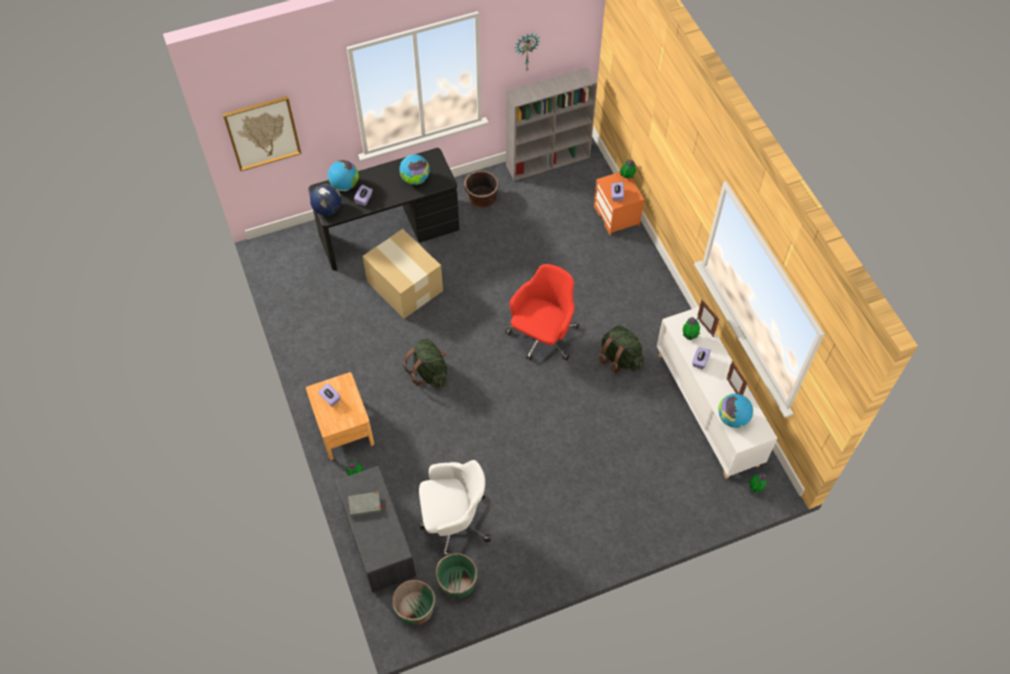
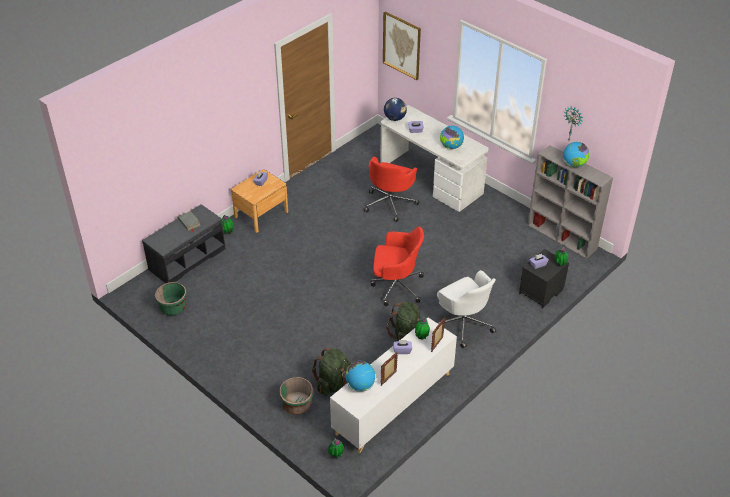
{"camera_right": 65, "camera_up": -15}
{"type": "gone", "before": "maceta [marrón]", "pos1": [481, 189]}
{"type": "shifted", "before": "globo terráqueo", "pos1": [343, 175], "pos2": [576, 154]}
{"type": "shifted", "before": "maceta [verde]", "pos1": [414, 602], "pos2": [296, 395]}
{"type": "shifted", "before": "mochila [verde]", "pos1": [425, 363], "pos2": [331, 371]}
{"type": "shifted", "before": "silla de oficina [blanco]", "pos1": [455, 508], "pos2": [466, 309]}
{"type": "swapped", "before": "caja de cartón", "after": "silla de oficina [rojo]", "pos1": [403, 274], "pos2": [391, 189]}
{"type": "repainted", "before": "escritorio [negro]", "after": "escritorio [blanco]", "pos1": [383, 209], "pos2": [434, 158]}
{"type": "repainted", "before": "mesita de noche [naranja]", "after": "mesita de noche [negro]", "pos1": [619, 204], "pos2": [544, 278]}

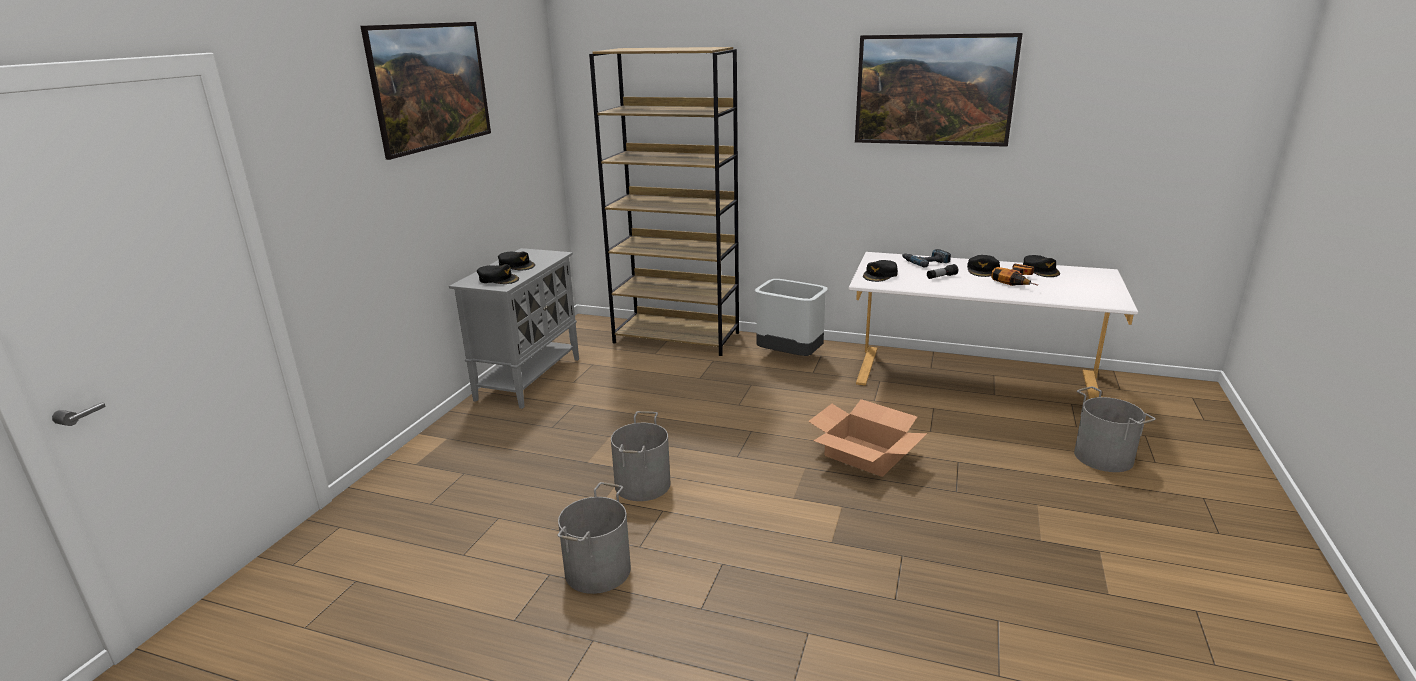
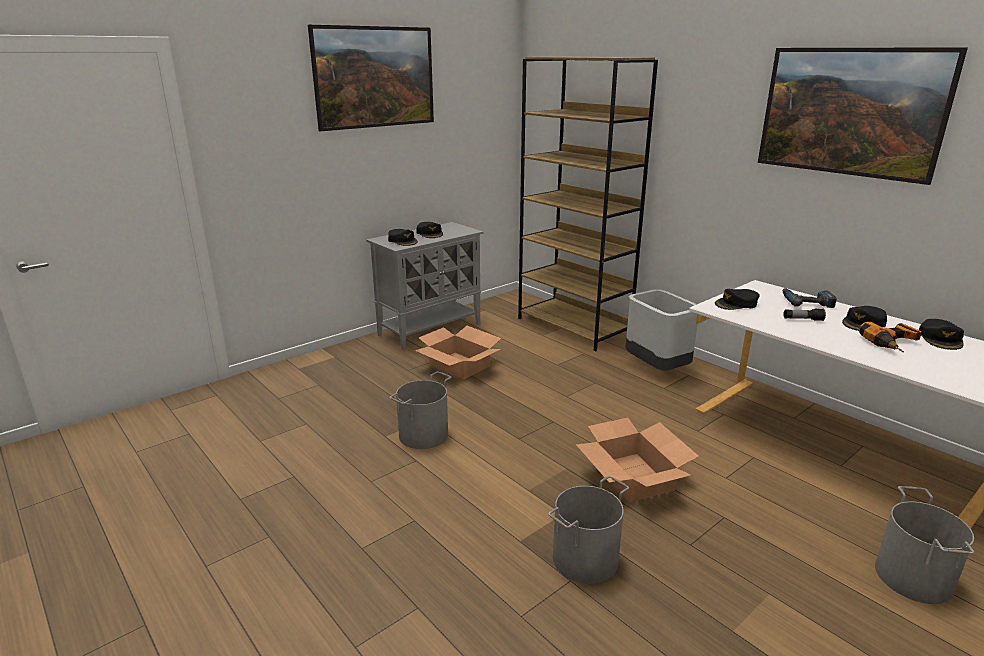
{"camera_right": 30, "camera_up": 0}
{"type": "new", "after": "caja de cartón", "pos2": [458, 353]}
{"type": "shifted", "before": "cubo [gris]", "pos1": [594, 538], "pos2": [588, 530]}

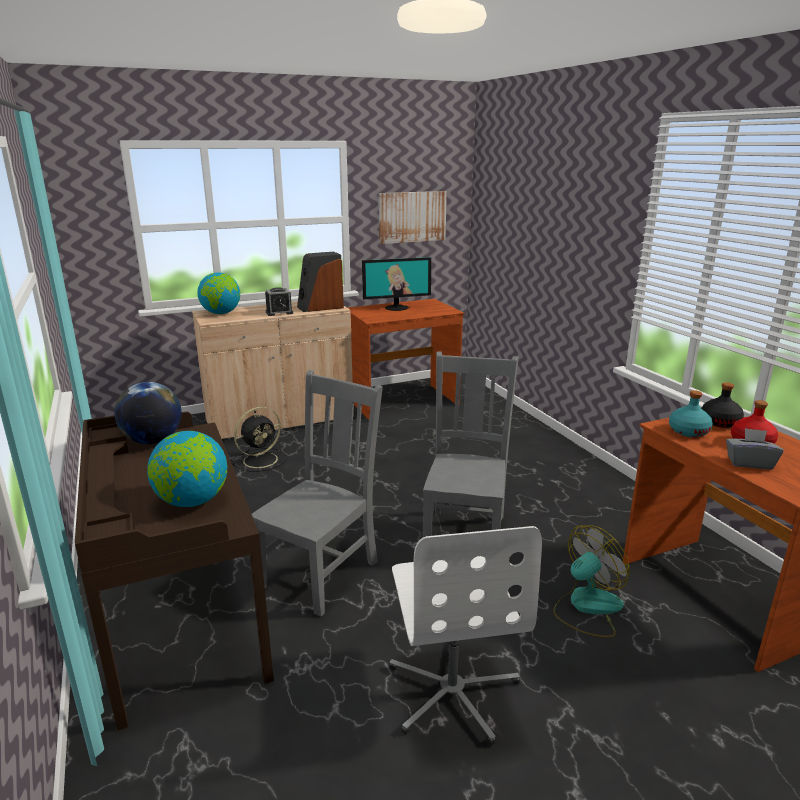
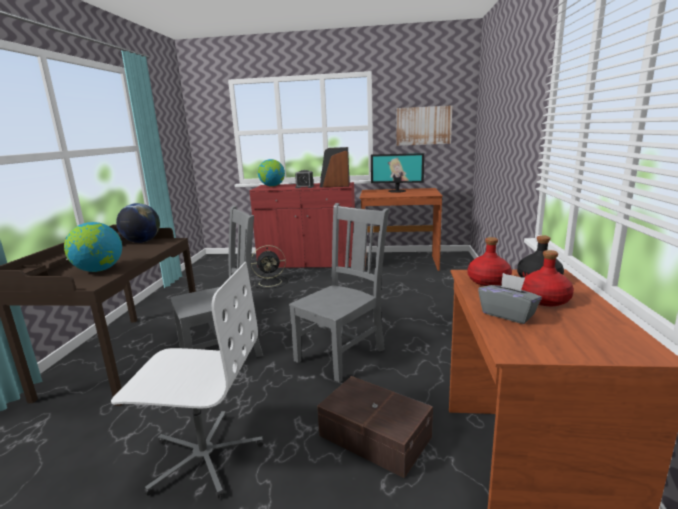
{"camera_right": 30, "camera_up": -5}
{"type": "swapped", "before": "ventilador", "after": "caja de almacenaje [marrón]", "pos1": [591, 581], "pos2": [375, 427]}
{"type": "repainted", "before": "armario [beis]", "after": "armario [rojo]", "pos1": [273, 370], "pos2": [302, 225]}
{"type": "repainted", "before": "botella [turquesa]", "after": "botella [rojo]", "pos1": [691, 413], "pos2": [490, 261]}
{"type": "rotated", "before": "silla de oficina [blanco]", "pos1": [465, 636], "pos2": [187, 380], "turn": -105}

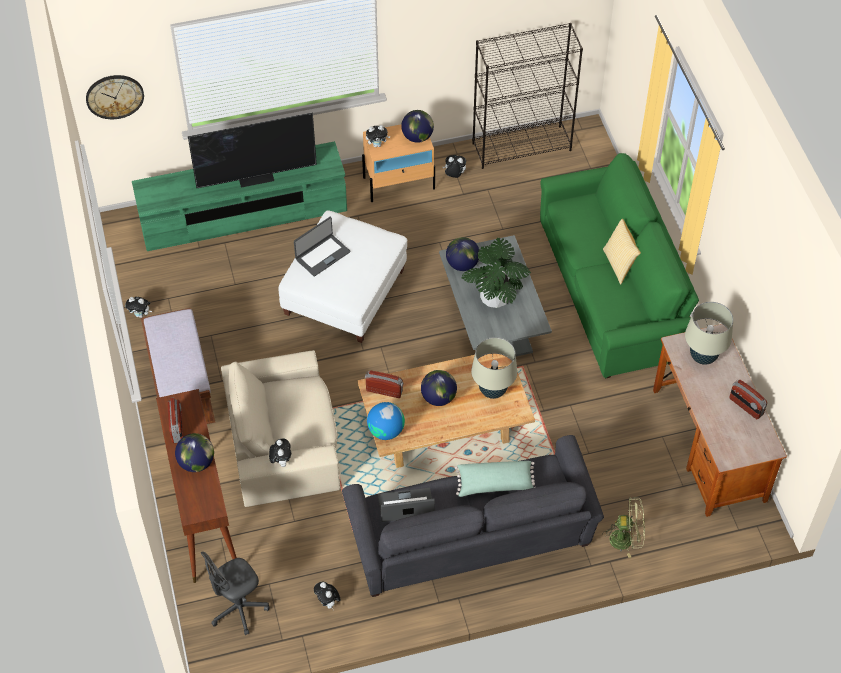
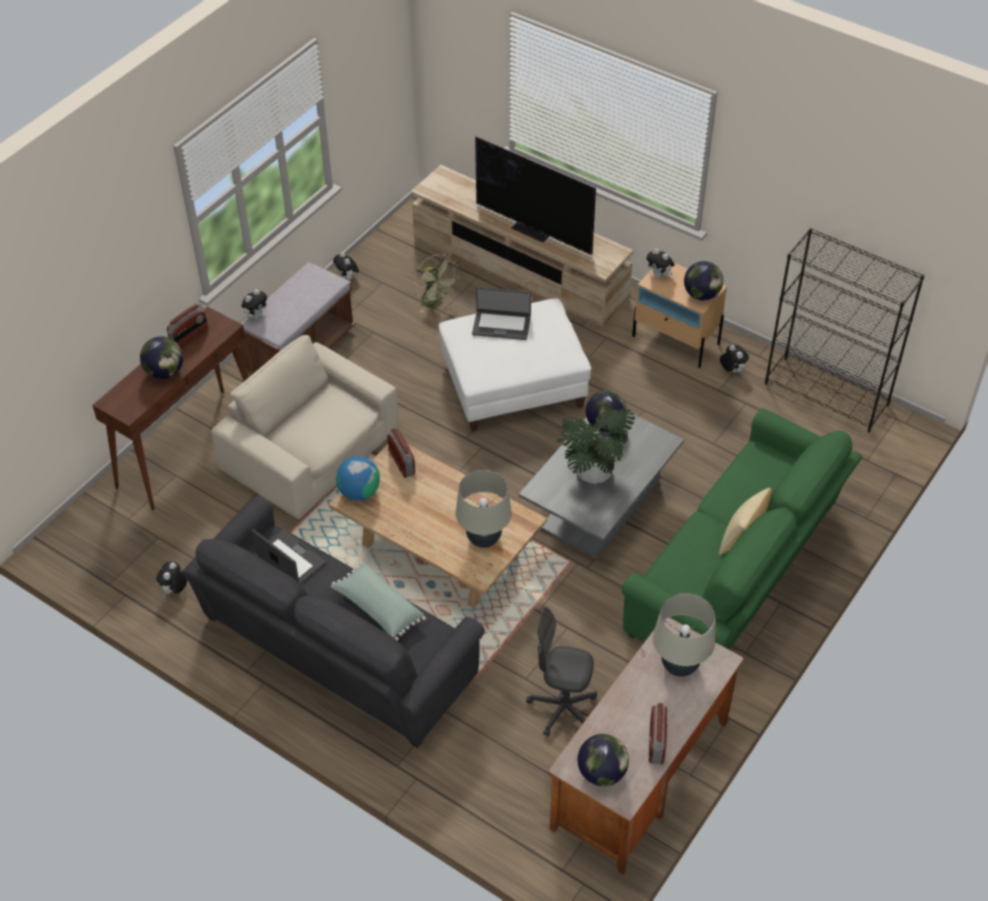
{"camera_right": 50, "camera_up": -5}
{"type": "gone", "before": "reloj de pared", "pos1": [115, 97]}
{"type": "shifted", "before": "silla de oficina [gris]", "pos1": [235, 593], "pos2": [561, 671]}
{"type": "shifted", "before": "peluche", "pos1": [280, 453], "pos2": [254, 304]}
{"type": "shifted", "before": "globo terráqueo", "pos1": [439, 388], "pos2": [603, 760]}
{"type": "shifted", "before": "ventilador [verde]", "pos1": [624, 527], "pos2": [435, 283]}
{"type": "repainted", "before": "mueble de televisión [verde]", "after": "mueble de televisión [beis]", "pos1": [239, 196], "pos2": [522, 246]}

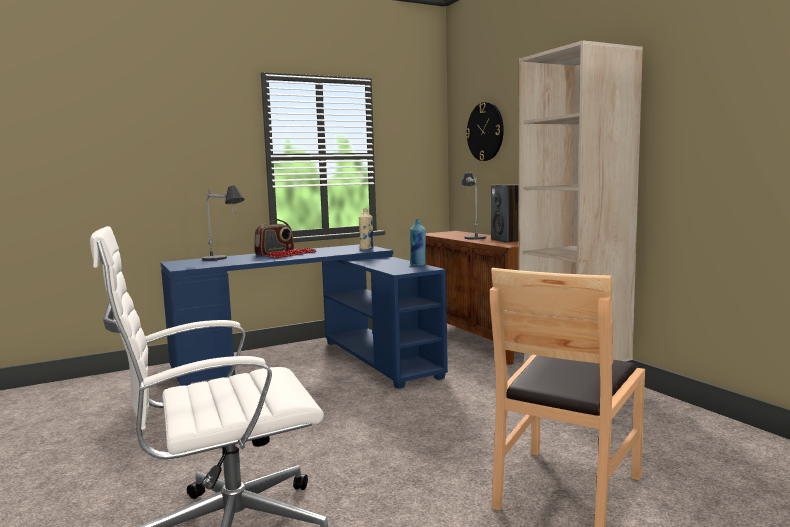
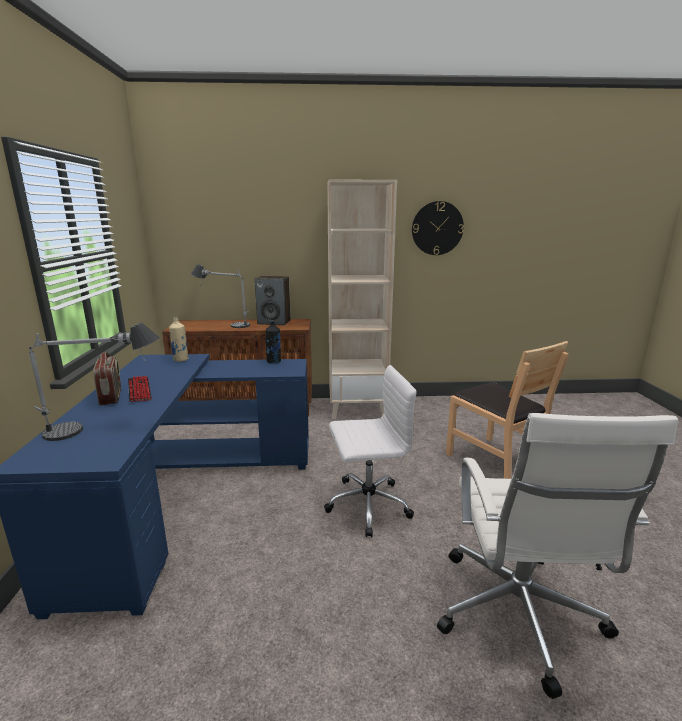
{"camera_right": -65, "camera_up": 10}
{"type": "new", "after": "silla de oficina [blanco]", "pos2": [370, 451]}
{"type": "shifted", "before": "reloj de pared", "pos1": [484, 131], "pos2": [438, 228]}
{"type": "repainted", "before": "botella [azul]", "after": "botella [negro]", "pos1": [418, 242], "pos2": [273, 342]}

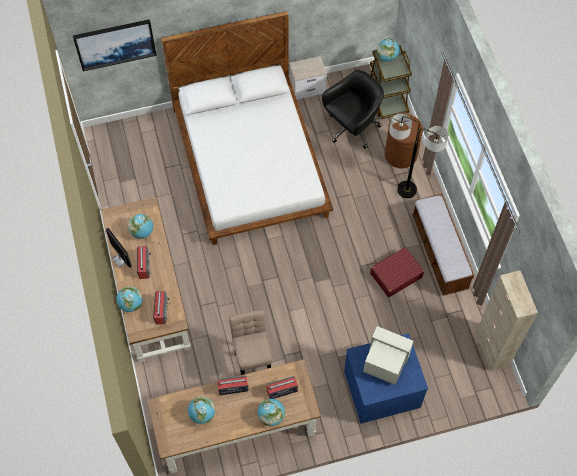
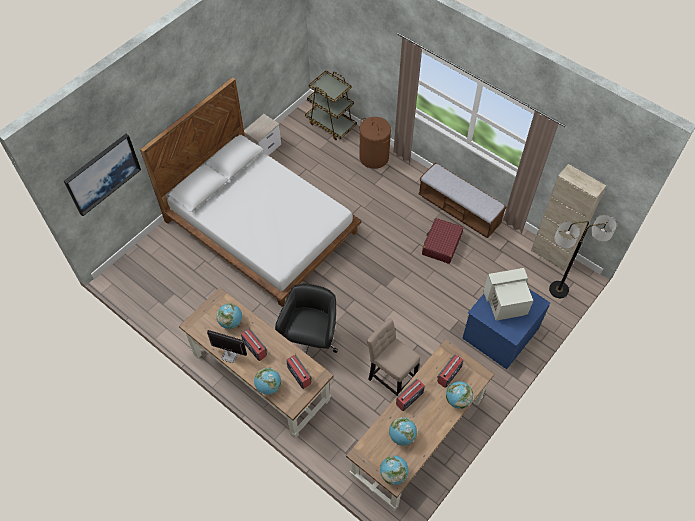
{"camera_right": -35, "camera_up": -5}
{"type": "shifted", "before": "silla de oficina [negro]", "pos1": [353, 109], "pos2": [306, 319]}
{"type": "shifted", "before": "globo terráqueo", "pos1": [388, 50], "pos2": [394, 470]}
{"type": "shifted", "before": "lámpara de pie", "pos1": [418, 155], "pos2": [583, 256]}

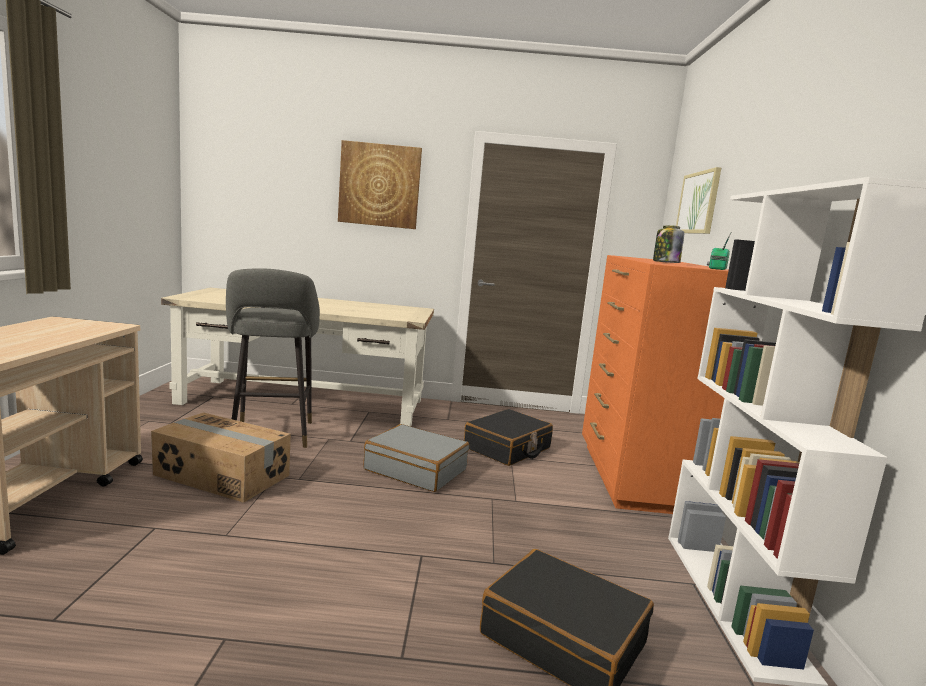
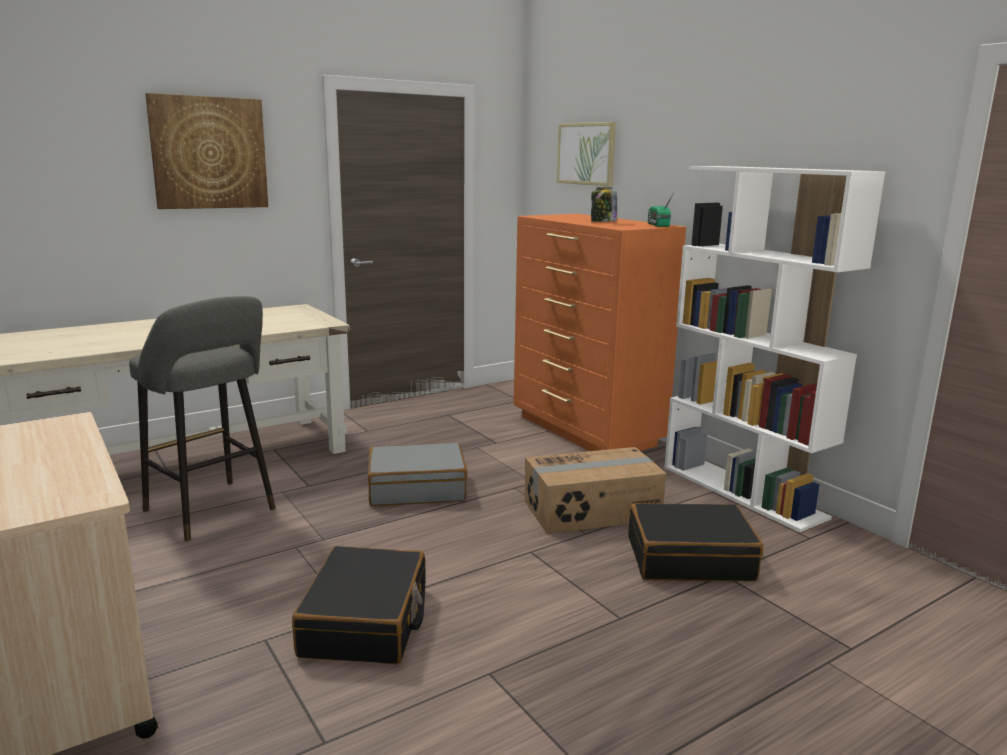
{"camera_right": -35, "camera_up": 5}
{"type": "shifted", "before": "caja de cartón", "pos1": [221, 457], "pos2": [595, 490]}
{"type": "shifted", "before": "maleta [negro]", "pos1": [508, 437], "pos2": [359, 605]}

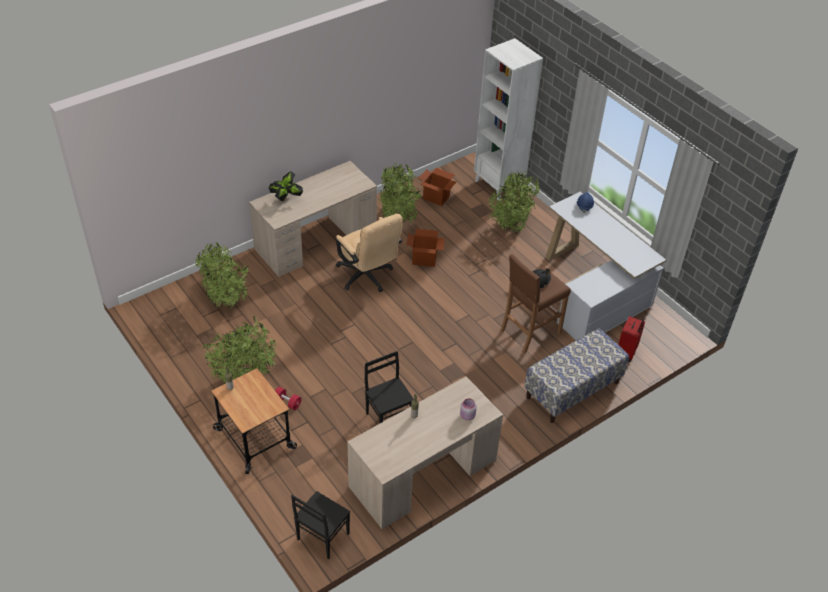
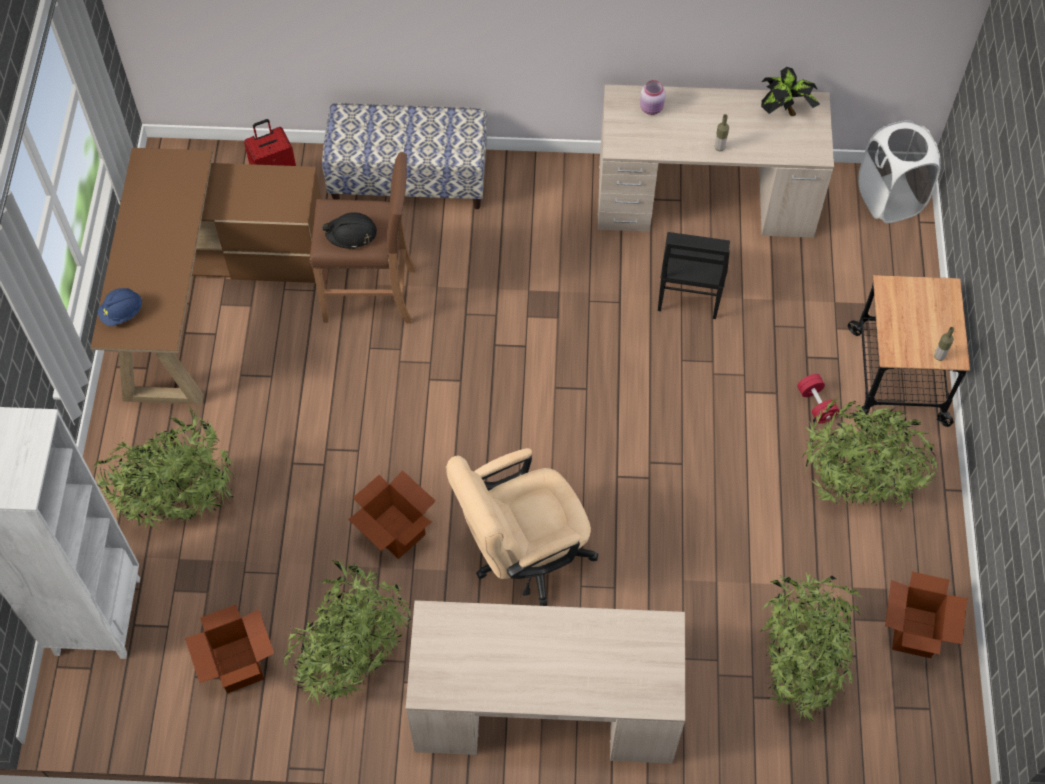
{"camera_right": -140, "camera_up": 15}
{"type": "new", "after": "caja de cartón", "pos2": [926, 615]}
{"type": "shifted", "before": "planta en maceta", "pos1": [286, 186], "pos2": [790, 91]}
{"type": "swapped", "before": "silla [negro]", "after": "cesto de la ropa [blanco]", "pos1": [320, 525], "pos2": [899, 171]}
{"type": "repainted", "before": "escritorio [blanco]", "after": "escritorio [marrón]", "pos1": [605, 266], "pos2": [205, 276]}
{"type": "rotated", "before": "silla de oficina [beis]", "pos1": [369, 253], "pos2": [522, 527], "turn": -120}

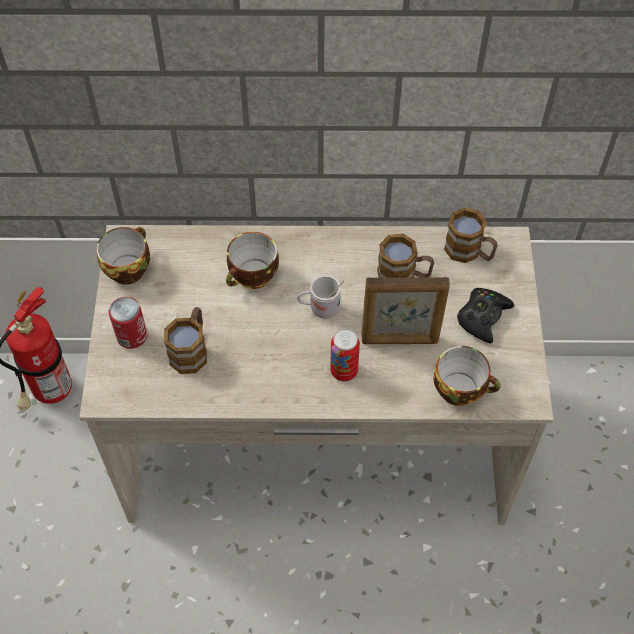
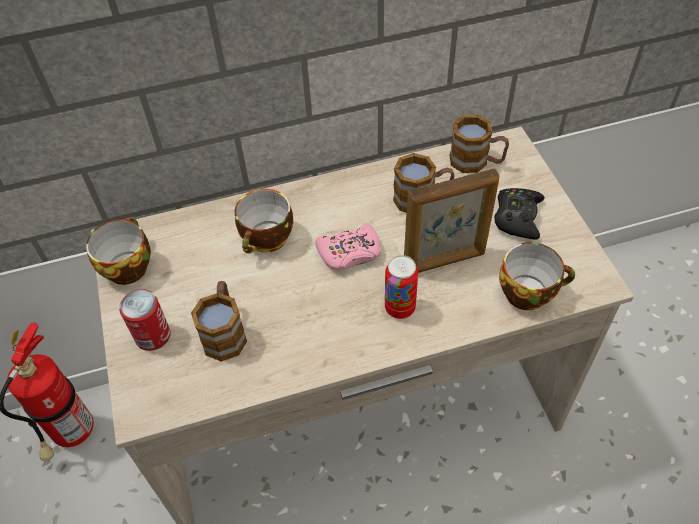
{"camera_right": -15, "camera_up": -5}
{"type": "swapped", "before": "taza grande [blanco]", "after": "mando de consola [rosa]", "pos1": [320, 297], "pos2": [348, 246]}

